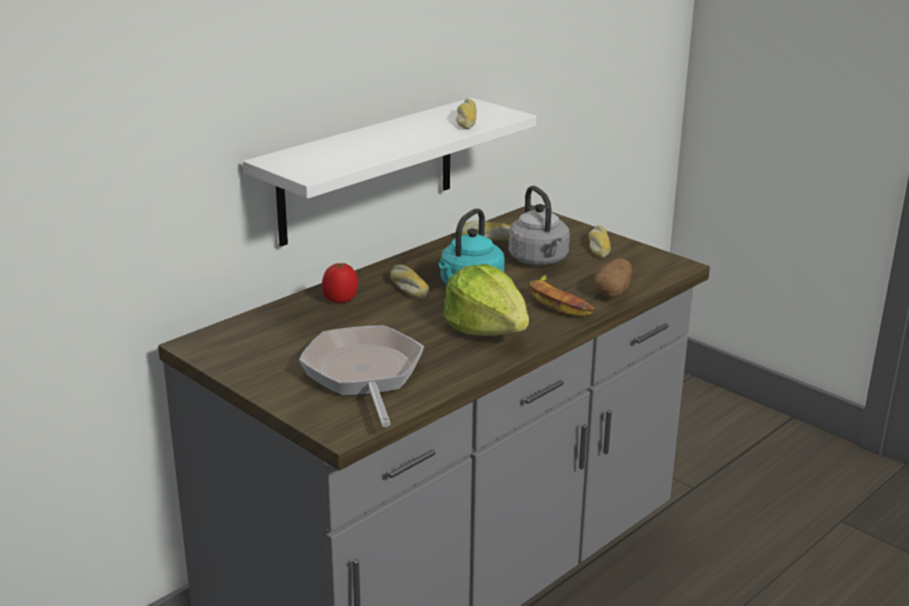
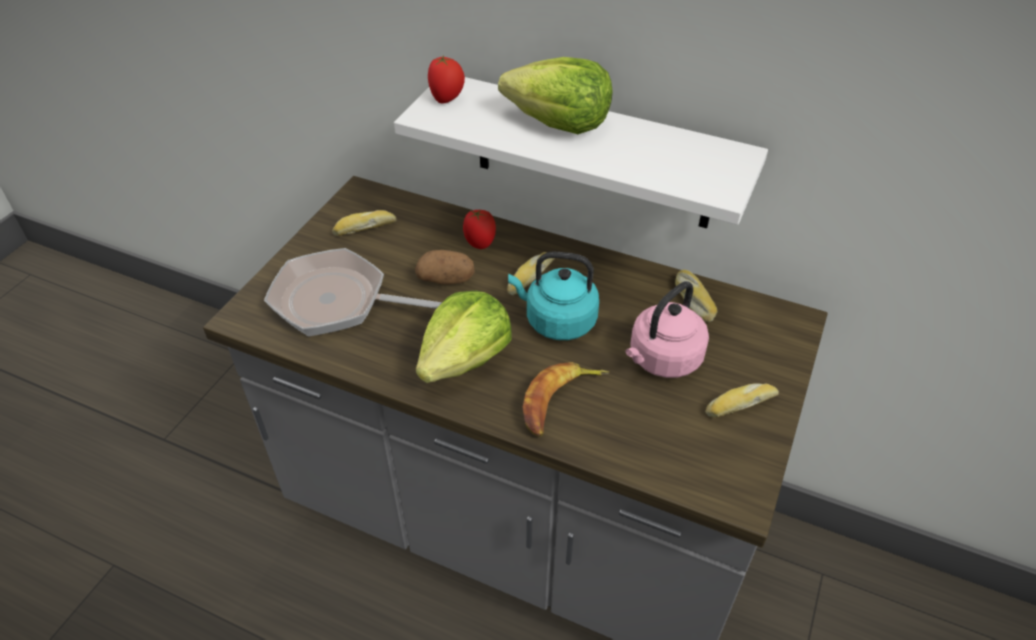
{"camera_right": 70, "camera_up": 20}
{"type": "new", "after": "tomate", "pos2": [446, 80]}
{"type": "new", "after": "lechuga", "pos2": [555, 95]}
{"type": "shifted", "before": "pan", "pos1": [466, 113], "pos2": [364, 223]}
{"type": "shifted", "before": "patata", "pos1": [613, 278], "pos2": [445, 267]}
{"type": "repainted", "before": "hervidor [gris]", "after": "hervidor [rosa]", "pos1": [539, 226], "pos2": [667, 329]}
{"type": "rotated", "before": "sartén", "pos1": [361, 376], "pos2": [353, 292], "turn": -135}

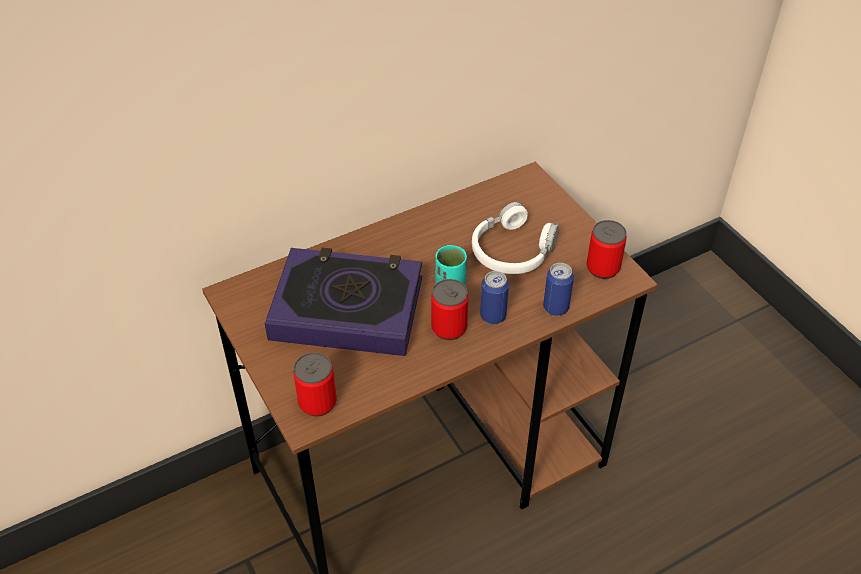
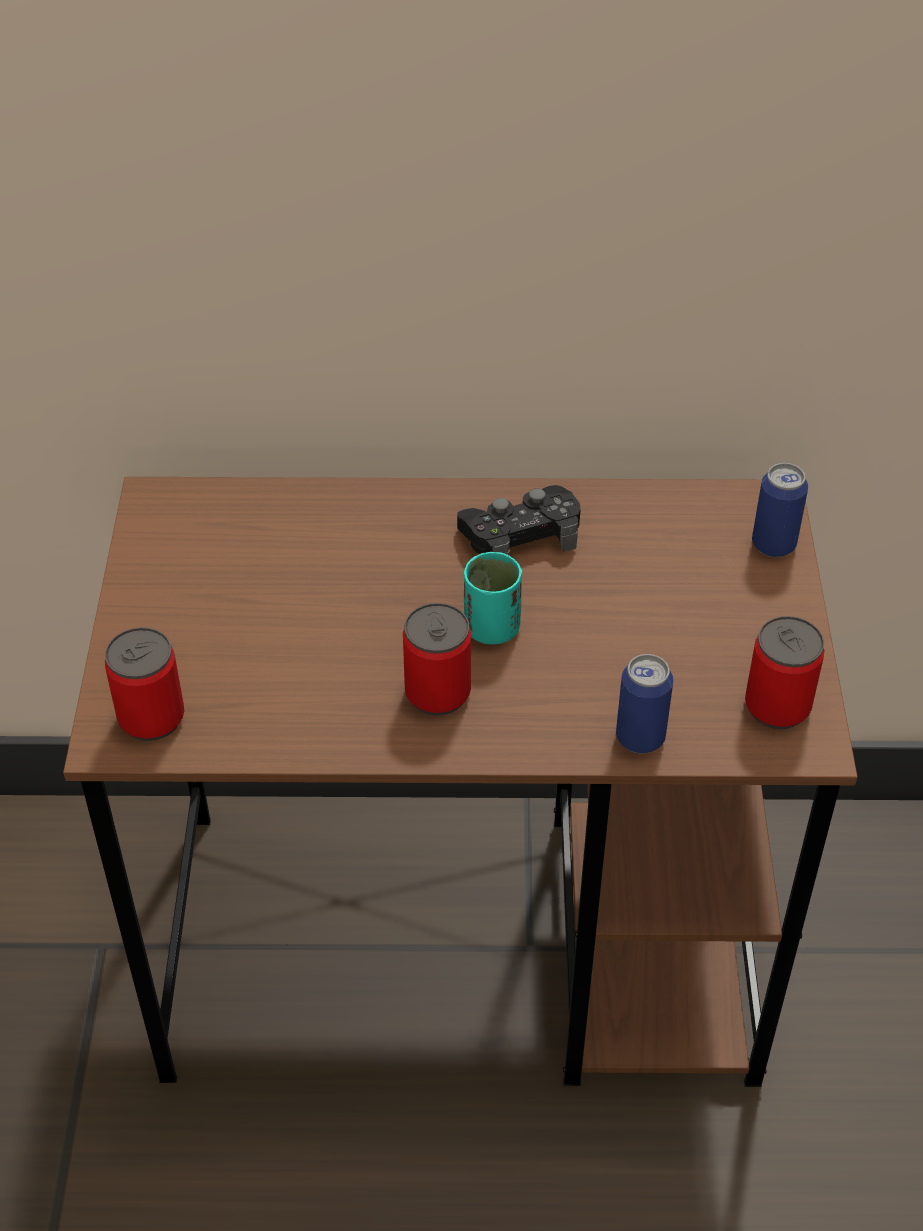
{"camera_right": 30, "camera_up": 0}
{"type": "gone", "before": "libro", "pos1": [343, 302]}
{"type": "gone", "before": "auriculares [blanco]", "pos1": [515, 238]}
{"type": "new", "after": "mando de consola [negro]", "pos2": [518, 520]}
{"type": "shifted", "before": "lata", "pos1": [494, 297], "pos2": [780, 510]}

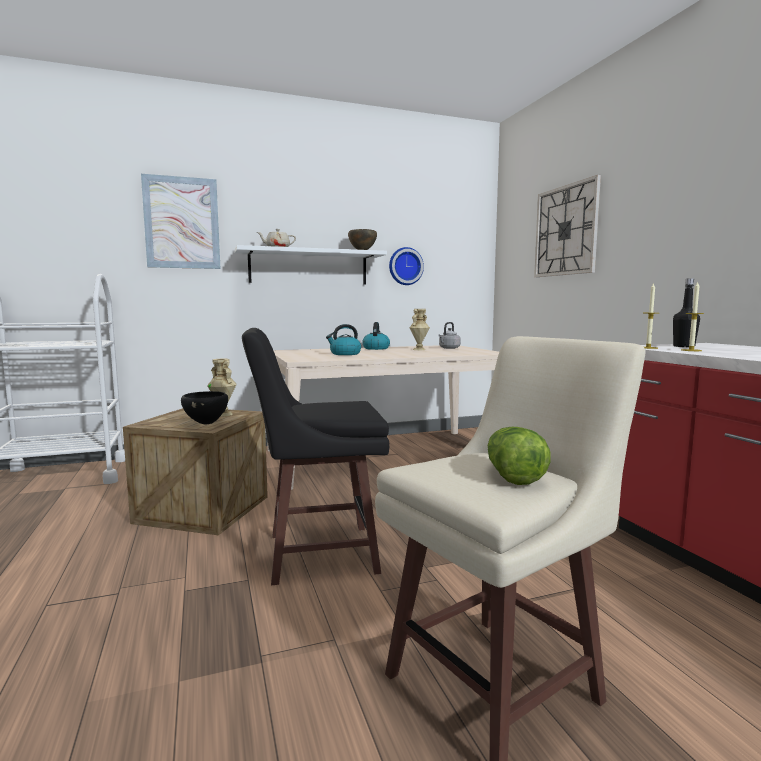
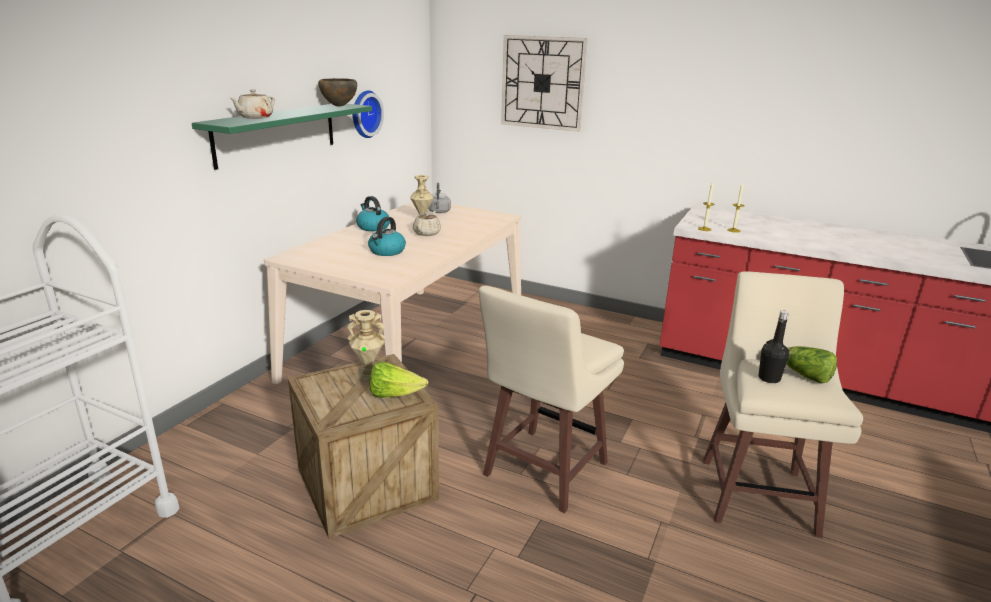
{"camera_right": -45, "camera_up": 15}
{"type": "gone", "before": "cuadro", "pos1": [180, 221]}
{"type": "new", "after": "tetera [beis]", "pos2": [427, 223]}
{"type": "shifted", "before": "botella [negro]", "pos1": [686, 312], "pos2": [774, 346]}
{"type": "swapped", "before": "cuenco [negro]", "after": "lechuga", "pos1": [204, 407], "pos2": [399, 379]}
{"type": "repainted", "before": "estante [blanco]", "after": "estante [verde]", "pos1": [311, 264], "pos2": [282, 137]}
{"type": "repainted", "before": "taburete [negro]", "after": "taburete [beis]", "pos1": [316, 456], "pos2": [551, 399]}

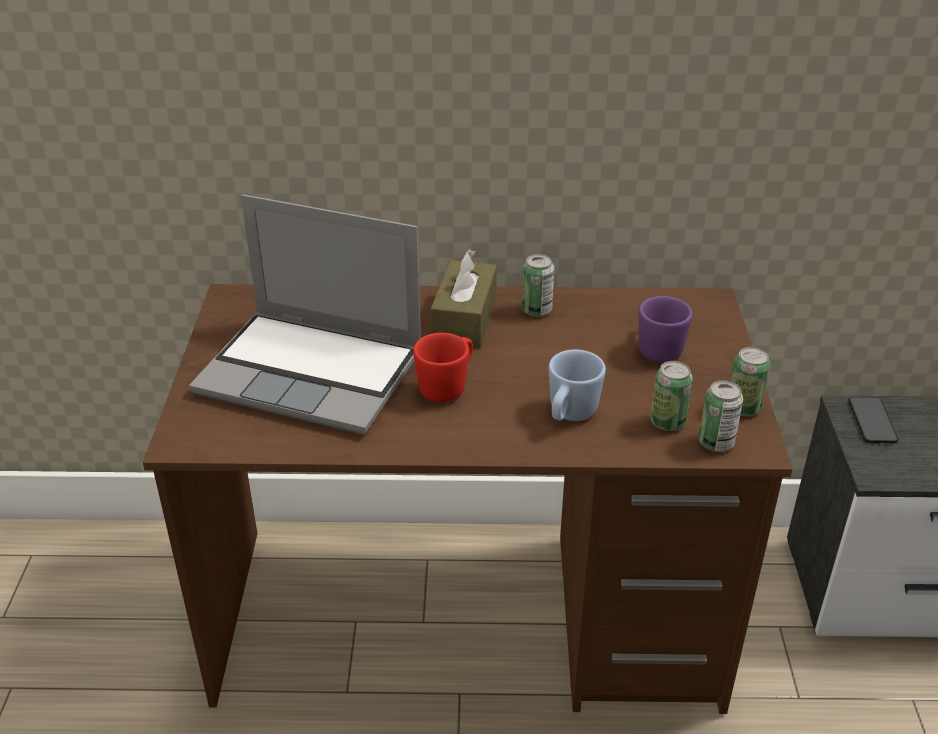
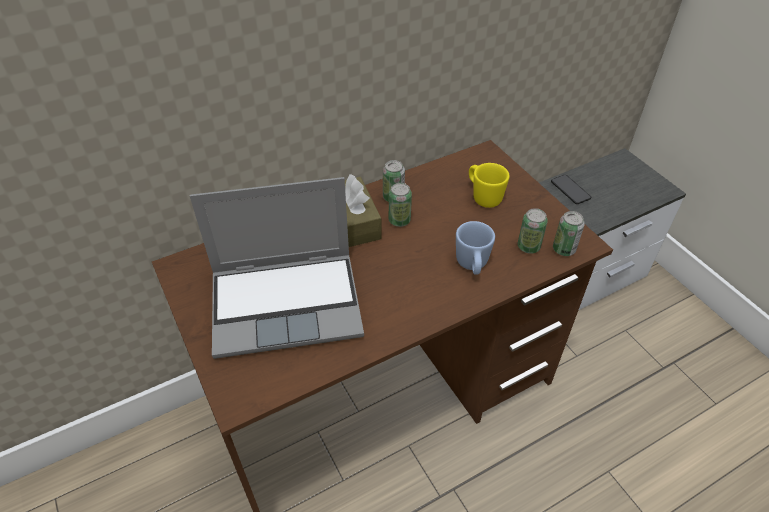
{"camera_right": -30, "camera_up": 10}
{"type": "gone", "before": "taza grande [rojo]", "pos1": [443, 368]}
{"type": "shifted", "before": "lata", "pos1": [750, 381], "pos2": [400, 205]}
{"type": "repainted", "before": "taza grande [morado]", "after": "taza grande [amarillo]", "pos1": [665, 329], "pos2": [489, 185]}

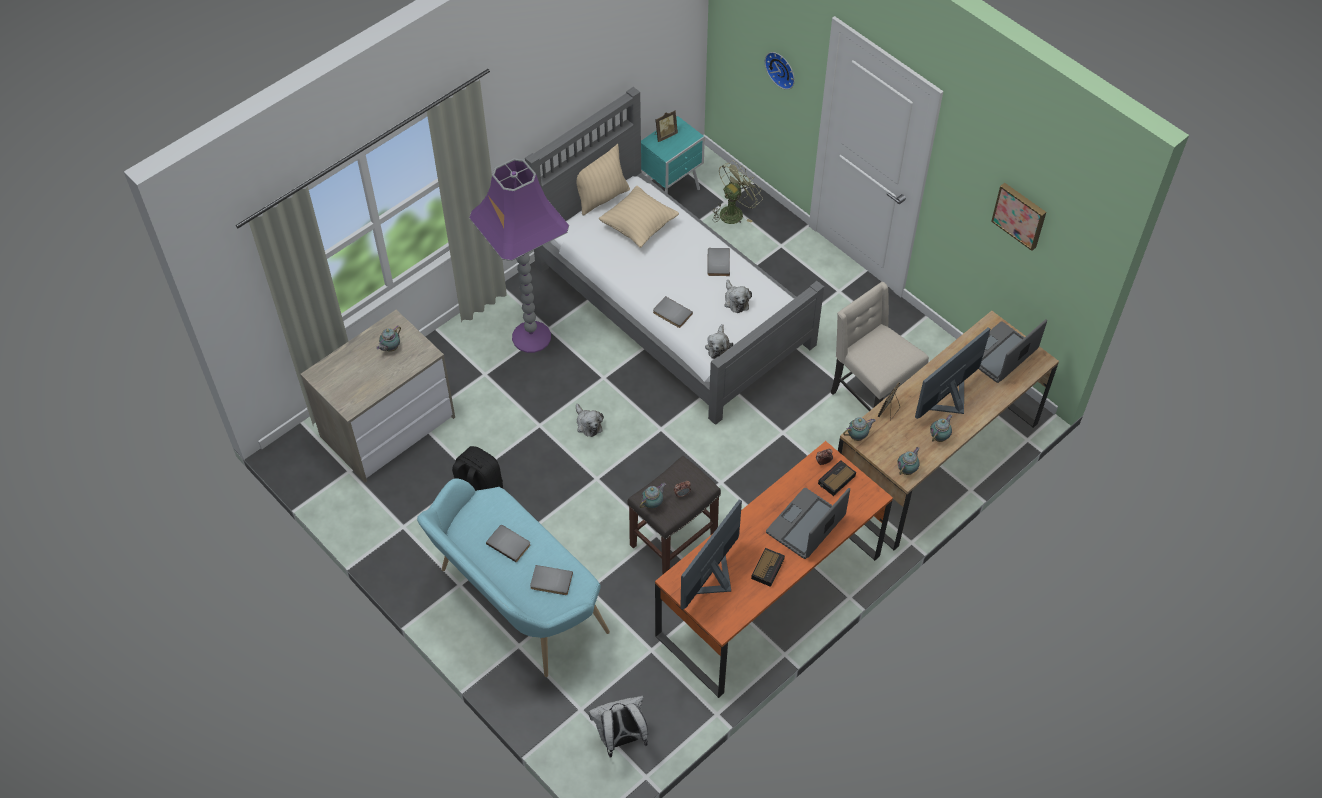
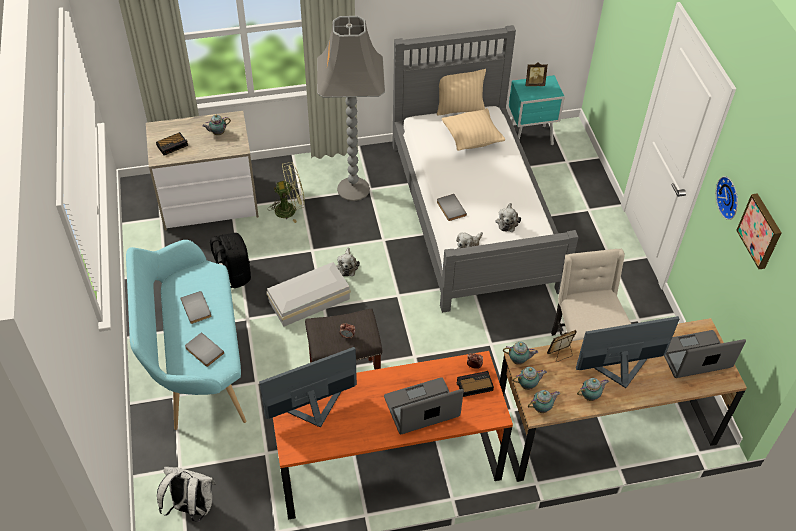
{"camera_right": 30, "camera_up": -5}
{"type": "gone", "before": "libro [gris]", "pos1": [719, 262]}
{"type": "new", "after": "caja de almacenaje [blanco]", "pos2": [309, 294]}
{"type": "shifted", "before": "tetera", "pos1": [653, 496], "pos2": [530, 378]}
{"type": "shifted", "before": "ventilador [verde]", "pos1": [738, 192], "pos2": [286, 192]}
{"type": "shifted", "before": "despertador", "pos1": [768, 567], "pos2": [172, 143]}
{"type": "shifted", "before": "reloj de pared", "pos1": [780, 71], "pos2": [727, 198]}
{"type": "repainted", "before": "lámpara de pie [morado]", "after": "lámpara de pie [gris]", "pos1": [519, 255], "pos2": [351, 108]}

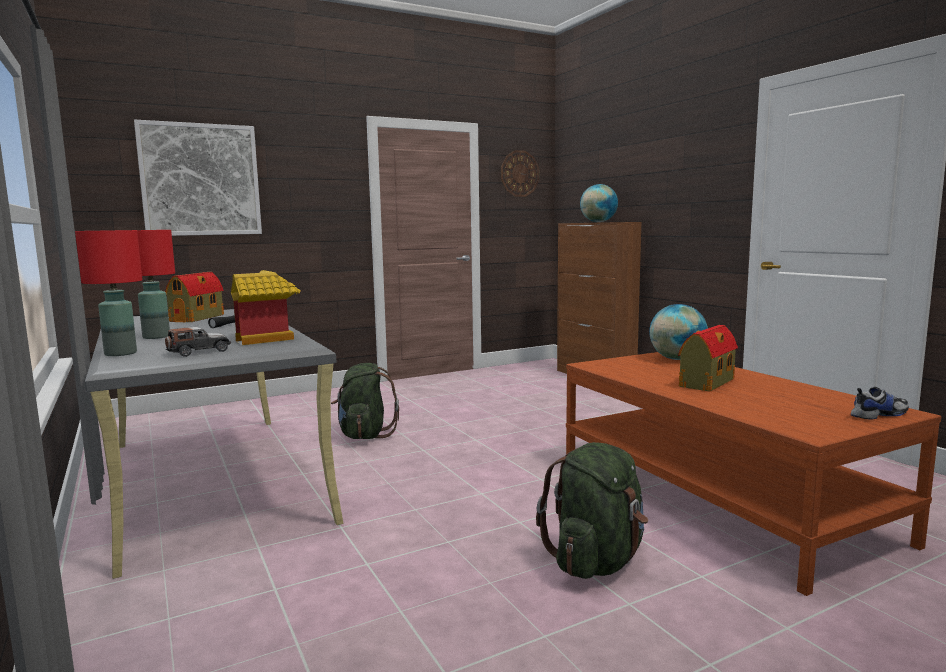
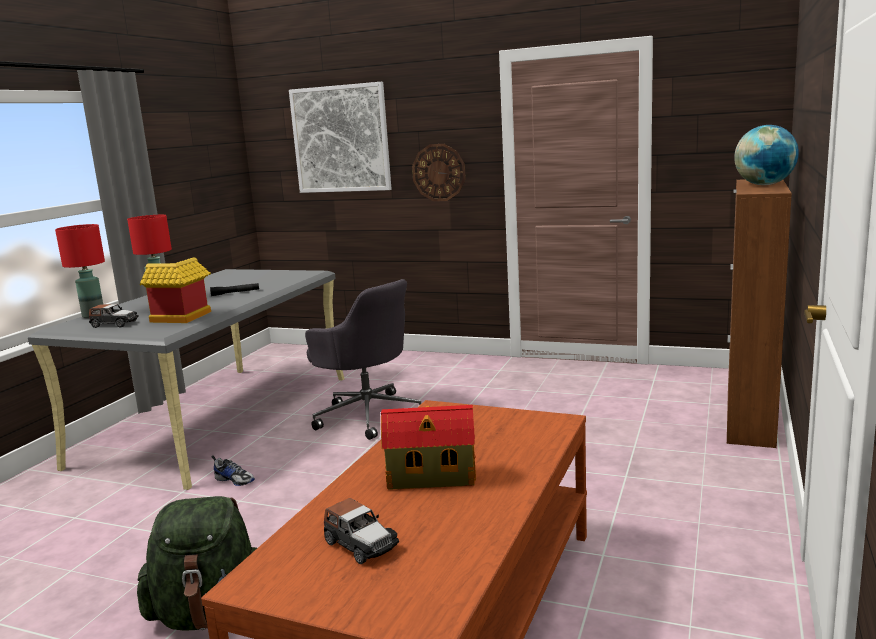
{"camera_right": 50, "camera_up": 5}
{"type": "gone", "before": "casita", "pos1": [194, 297]}
{"type": "gone", "before": "globo terráqueo", "pos1": [678, 332]}
{"type": "new", "after": "coche de juguete", "pos2": [361, 531]}
{"type": "shifted", "before": "reloj de pared", "pos1": [520, 173], "pos2": [439, 172]}
{"type": "shifted", "before": "zapato", "pos1": [880, 403], "pos2": [233, 470]}
{"type": "swapped", "before": "mochila [verde]", "after": "silla de oficina [gris]", "pos1": [365, 401], "pos2": [363, 359]}

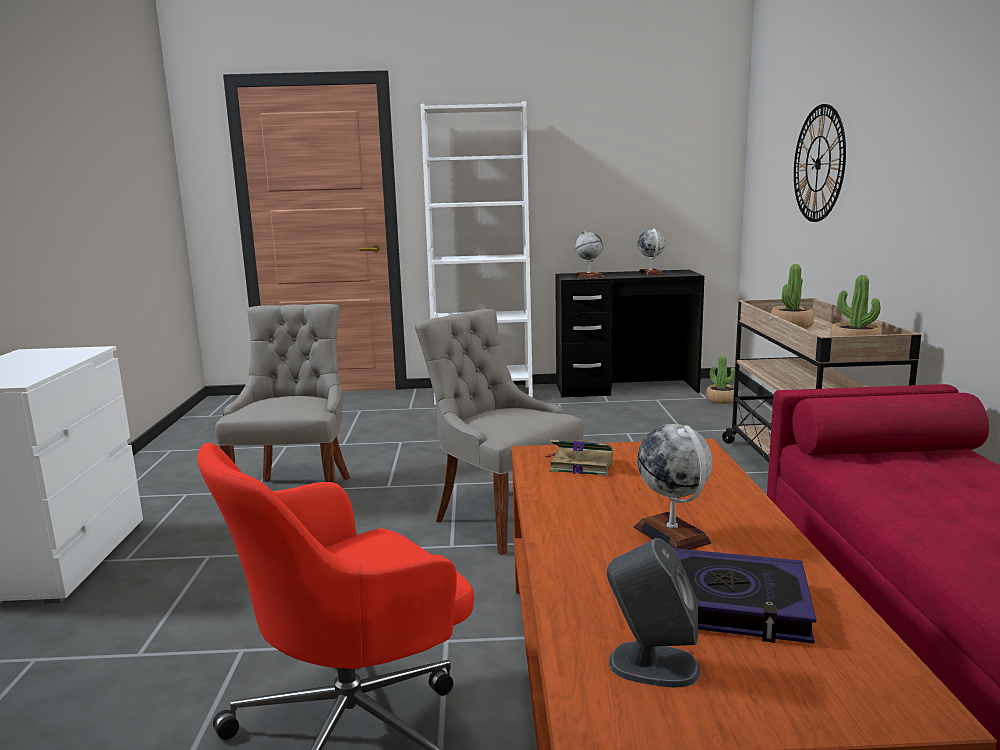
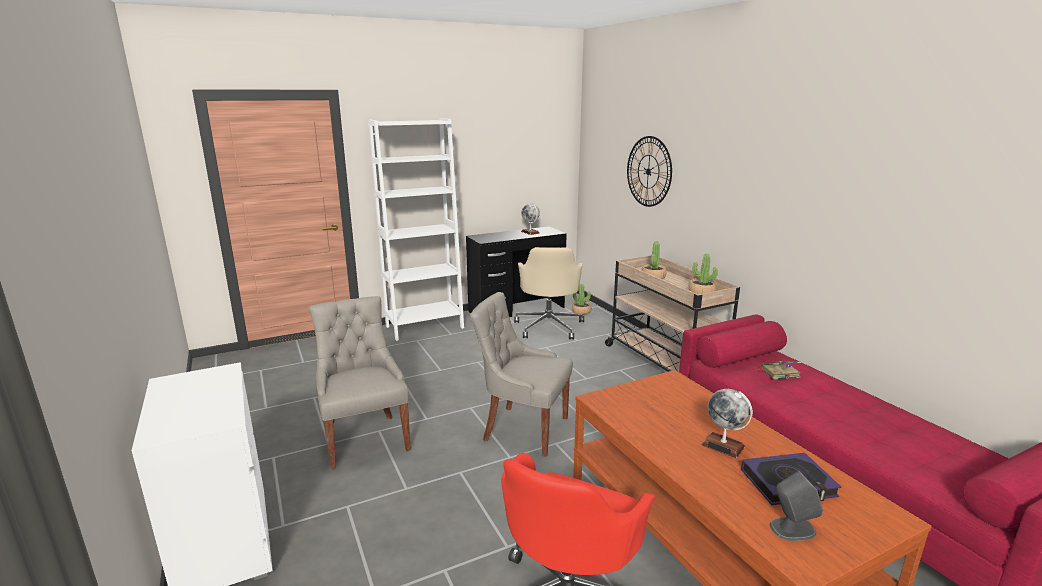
{"camera_right": -25, "camera_up": 5}
{"type": "gone", "before": "globo terráqueo", "pos1": [589, 254]}
{"type": "new", "after": "silla de oficina [beis]", "pos2": [549, 293]}
{"type": "shifted", "before": "libro", "pos1": [579, 458], "pos2": [780, 370]}

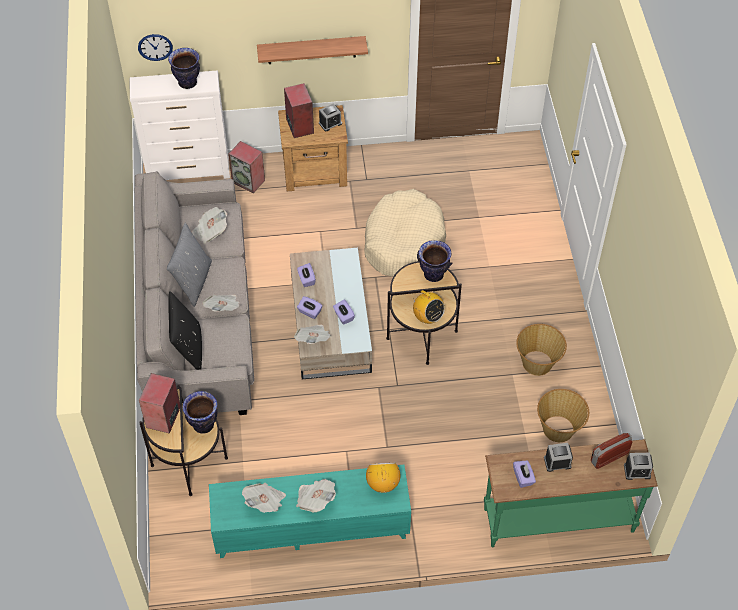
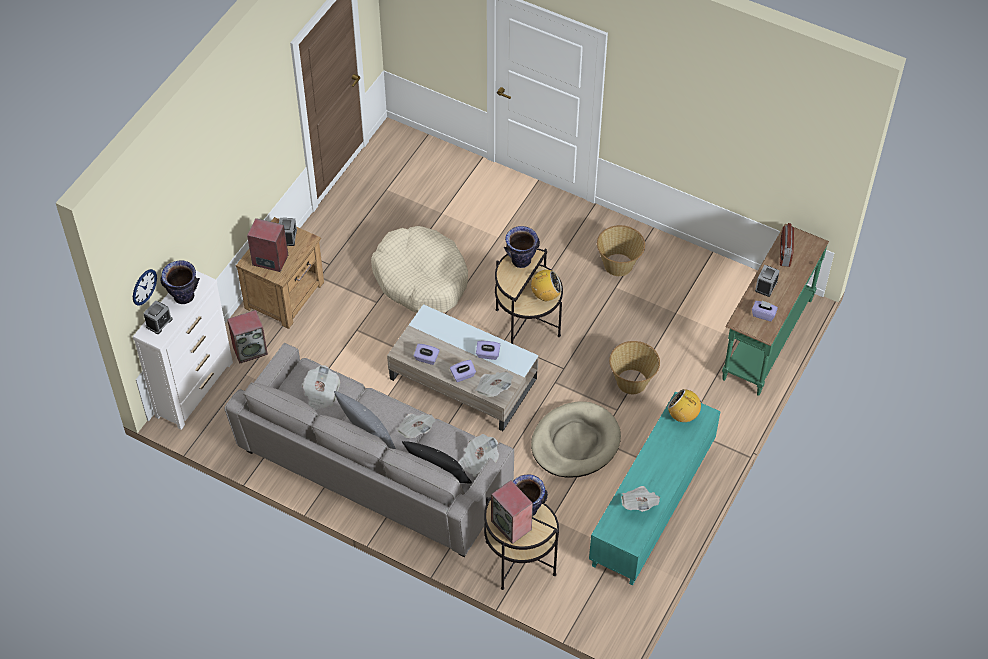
{"camera_right": -55, "camera_up": 0}
{"type": "gone", "before": "estante", "pos1": [312, 50]}
{"type": "new", "after": "cama para perro [beis]", "pos2": [576, 439]}
{"type": "shifted", "before": "periódico", "pos1": [316, 496], "pos2": [478, 455]}
{"type": "shifted", "before": "cesta", "pos1": [563, 415], "pos2": [634, 367]}
{"type": "shifted", "before": "despertador", "pos1": [638, 466], "pos2": [158, 317]}

